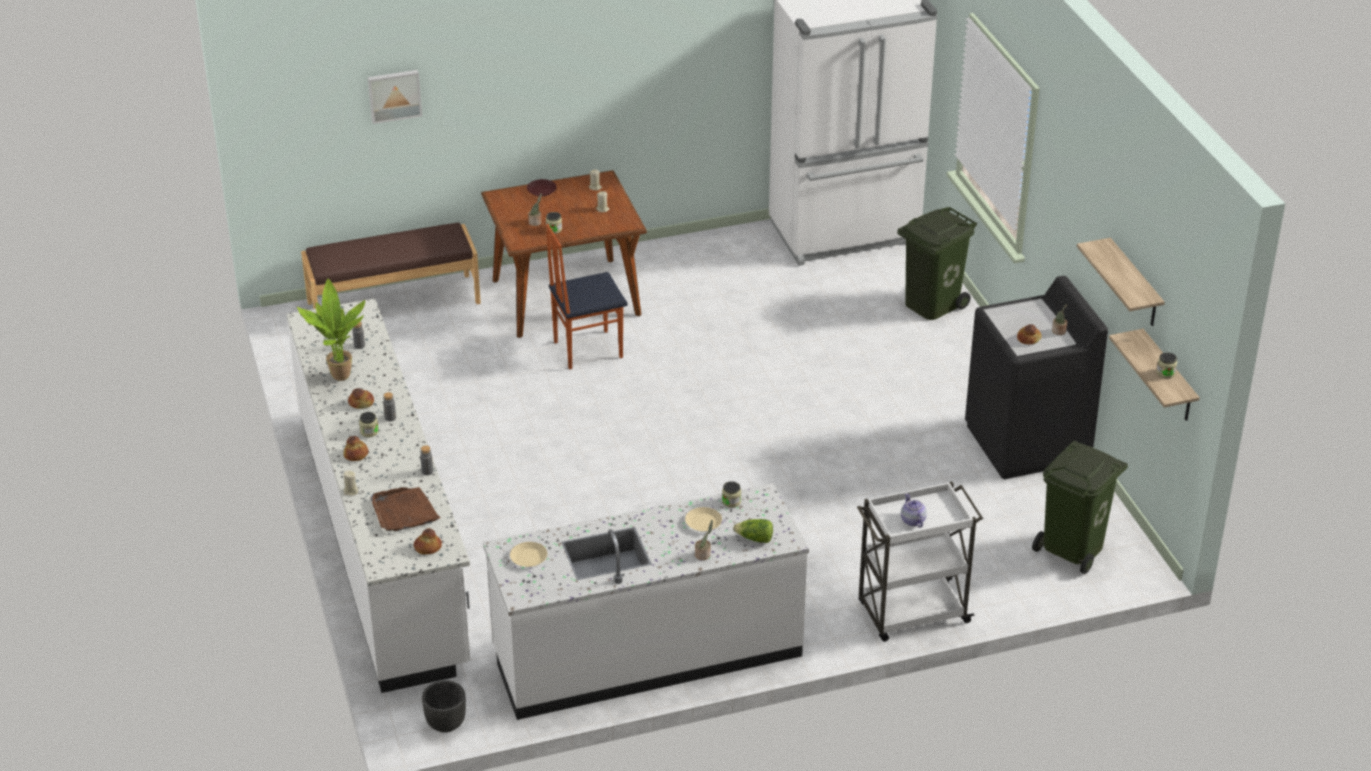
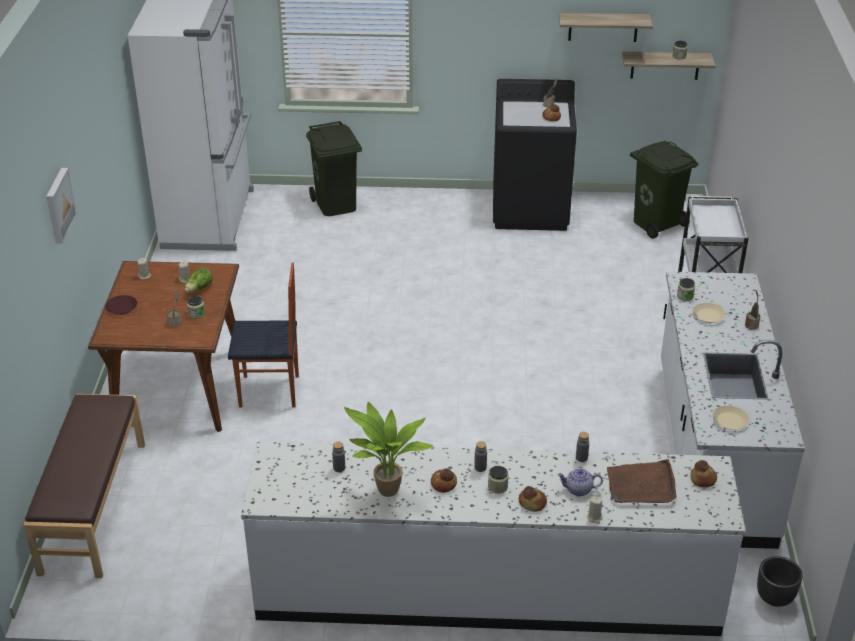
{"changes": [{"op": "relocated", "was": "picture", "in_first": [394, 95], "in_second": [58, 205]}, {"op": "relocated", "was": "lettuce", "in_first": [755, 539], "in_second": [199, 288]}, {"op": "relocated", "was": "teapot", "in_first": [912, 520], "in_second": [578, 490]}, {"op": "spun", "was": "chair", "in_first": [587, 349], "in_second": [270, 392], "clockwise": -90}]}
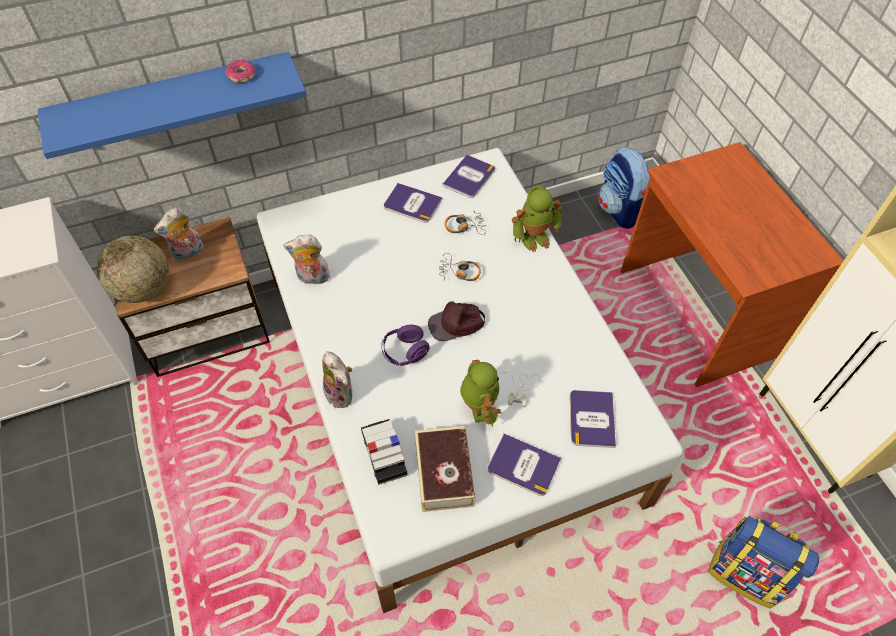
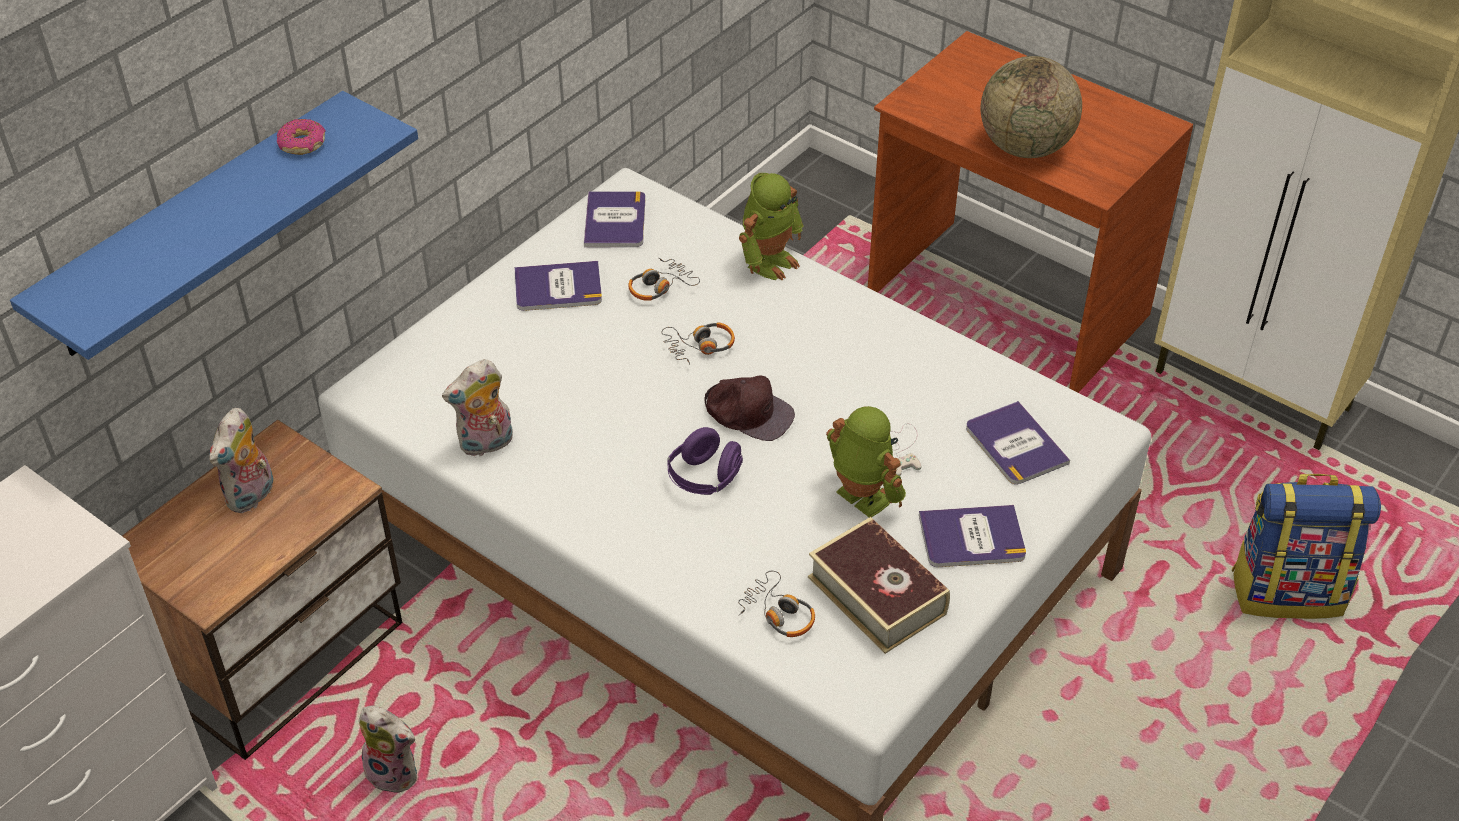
{"changes": [{"op": "missing", "was": "backpack", "in_first": [620, 210]}, {"op": "relocated", "was": "globe", "in_first": [144, 289], "in_second": [1025, 147]}, {"op": "relocated", "was": "plush toy", "in_first": [342, 394], "in_second": [395, 773]}, {"op": "exchanged", "was": "toy car", "now": "headphones", "in_first": [384, 454], "in_second": [778, 613]}, {"op": "spun", "was": "cap in brown", "in_first": [456, 324], "in_second": [748, 412], "clockwise": -105}]}
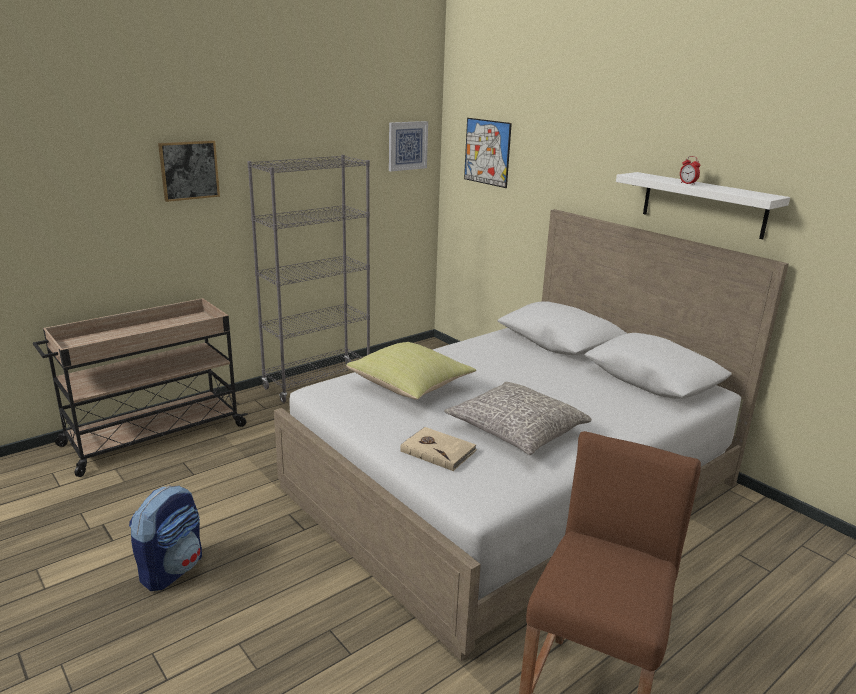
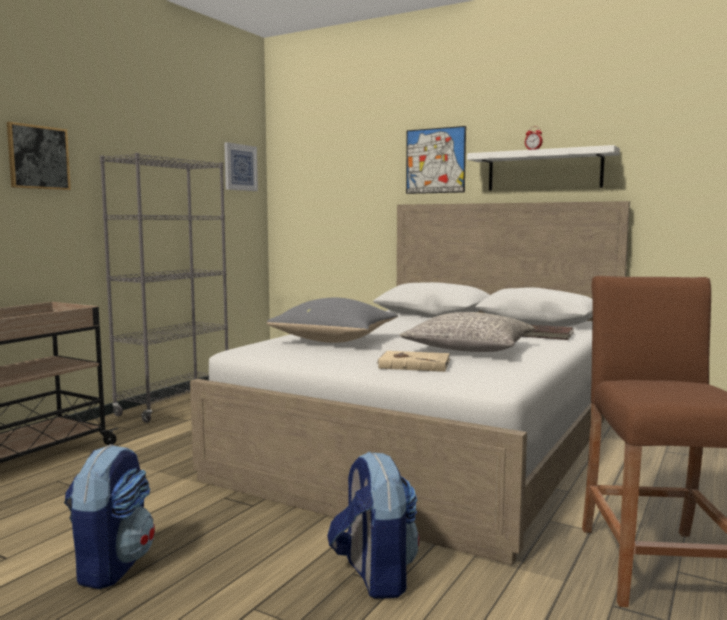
{"changes": [{"op": "appeared", "now": "backpack", "in_second": [374, 576]}, {"op": "appeared", "now": "book in brown", "in_second": [543, 335]}, {"op": "relocated", "was": "picture", "in_first": [487, 152], "in_second": [435, 161]}, {"op": "colour", "was": "pillow in yellow", "now": "pillow in grey", "in_first": [411, 387], "in_second": [336, 341]}]}
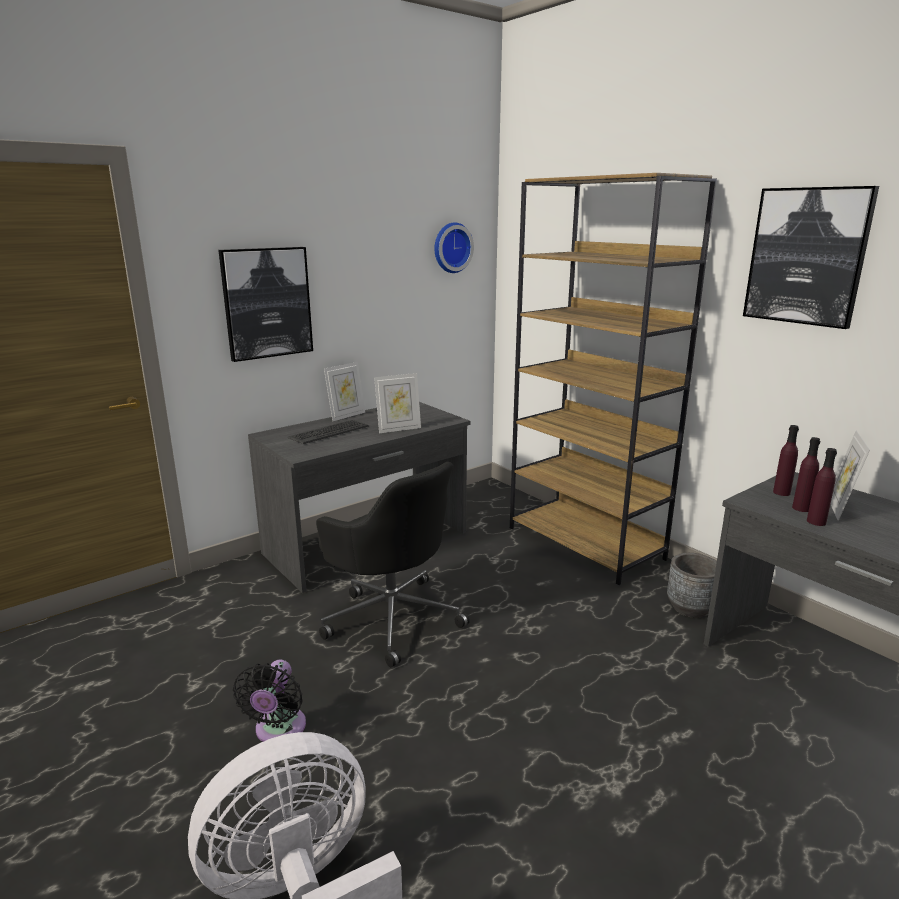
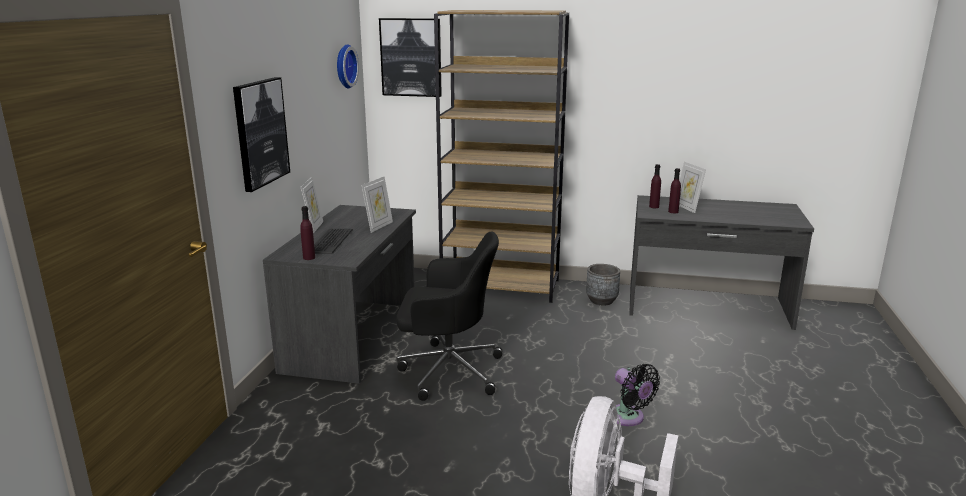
{"changes": [{"op": "relocated", "was": "fan in black", "in_first": [278, 730], "in_second": [628, 418]}, {"op": "relocated", "was": "picture", "in_first": [807, 256], "in_second": [411, 57]}, {"op": "relocated", "was": "bottle in purple", "in_first": [816, 522], "in_second": [309, 258]}]}
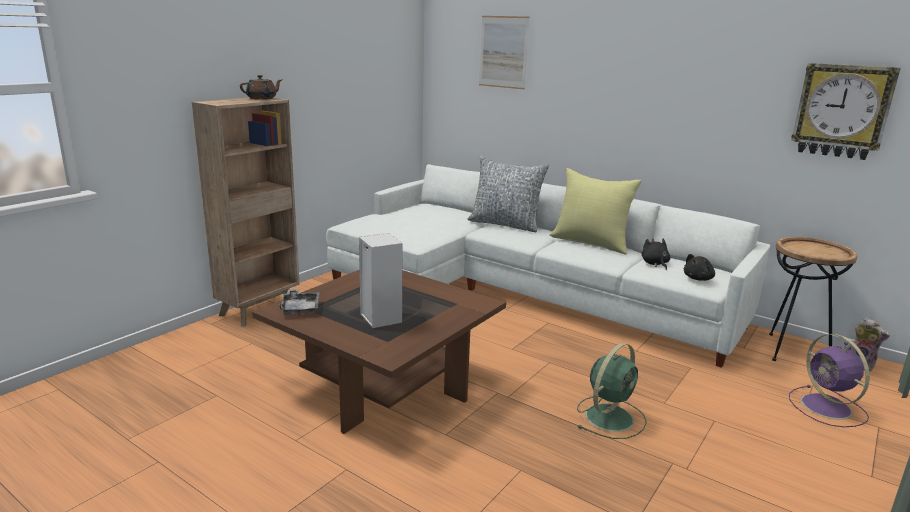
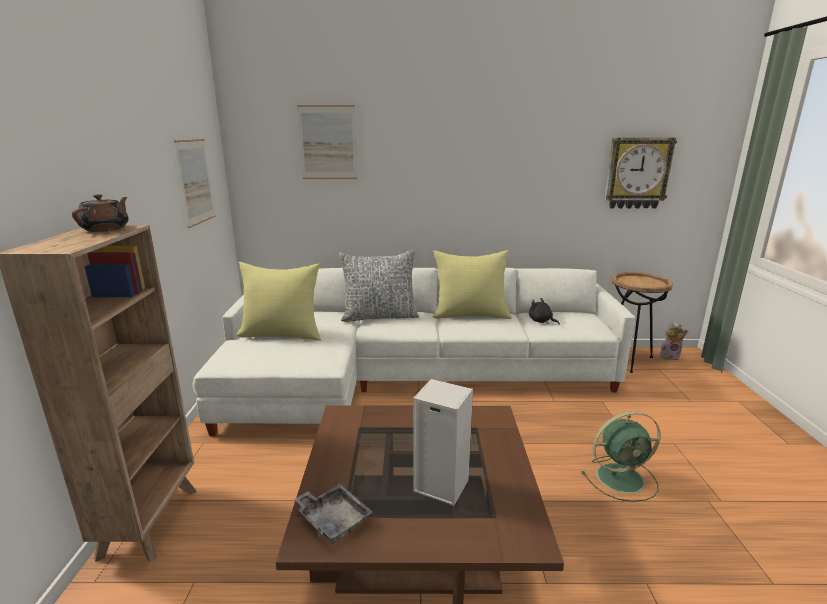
{"changes": [{"op": "missing", "was": "plush toy in black", "in_first": [698, 279]}, {"op": "missing", "was": "fan in purple", "in_first": [827, 408]}, {"op": "appeared", "now": "picture", "in_second": [195, 181]}, {"op": "appeared", "now": "pillow in yellow", "in_second": [282, 334]}, {"op": "spun", "was": "fan in green", "in_first": [610, 417], "in_second": [622, 478], "clockwise": 75}]}
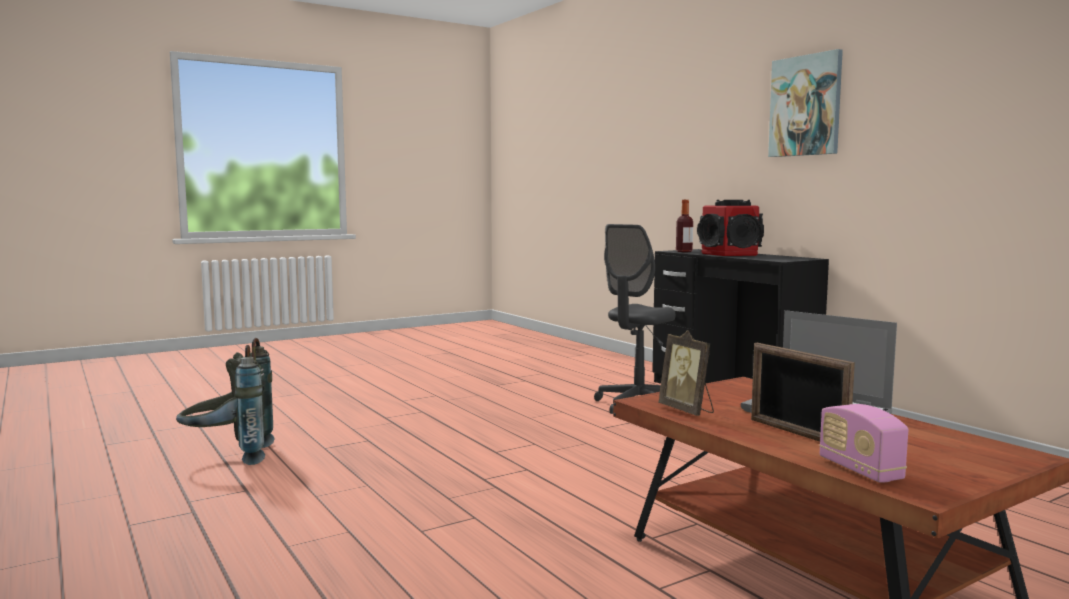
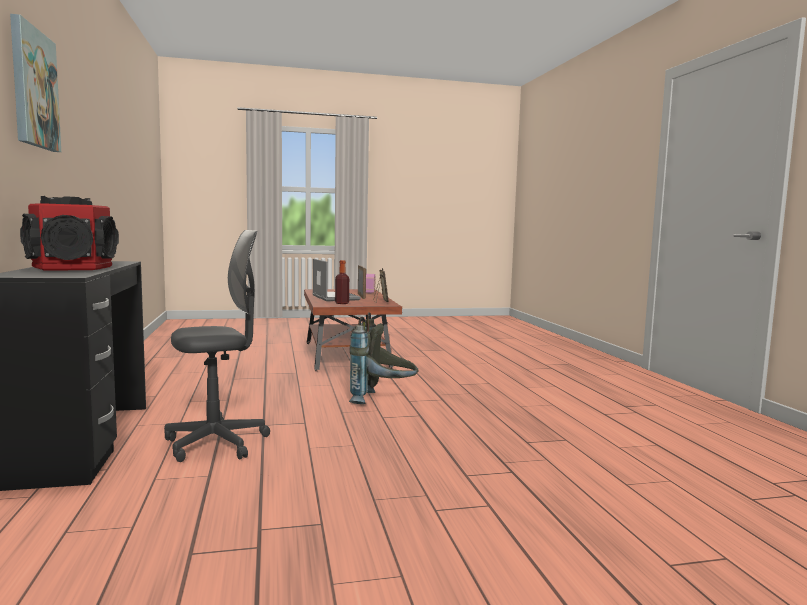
{"changes": [{"op": "relocated", "was": "backpack in grey", "in_first": [229, 456], "in_second": [383, 400]}, {"op": "relocated", "was": "bottle", "in_first": [684, 251], "in_second": [342, 303]}]}
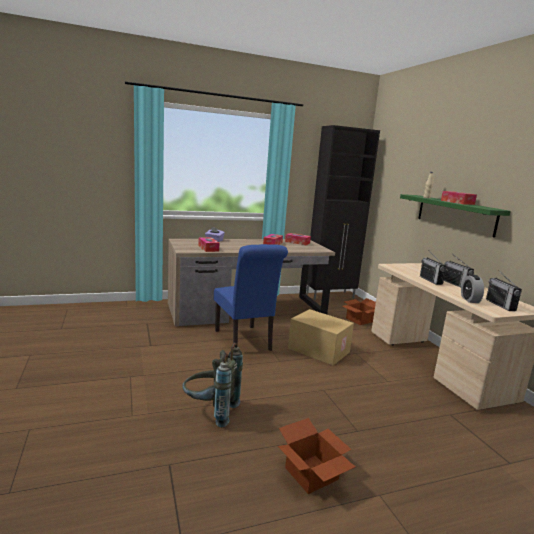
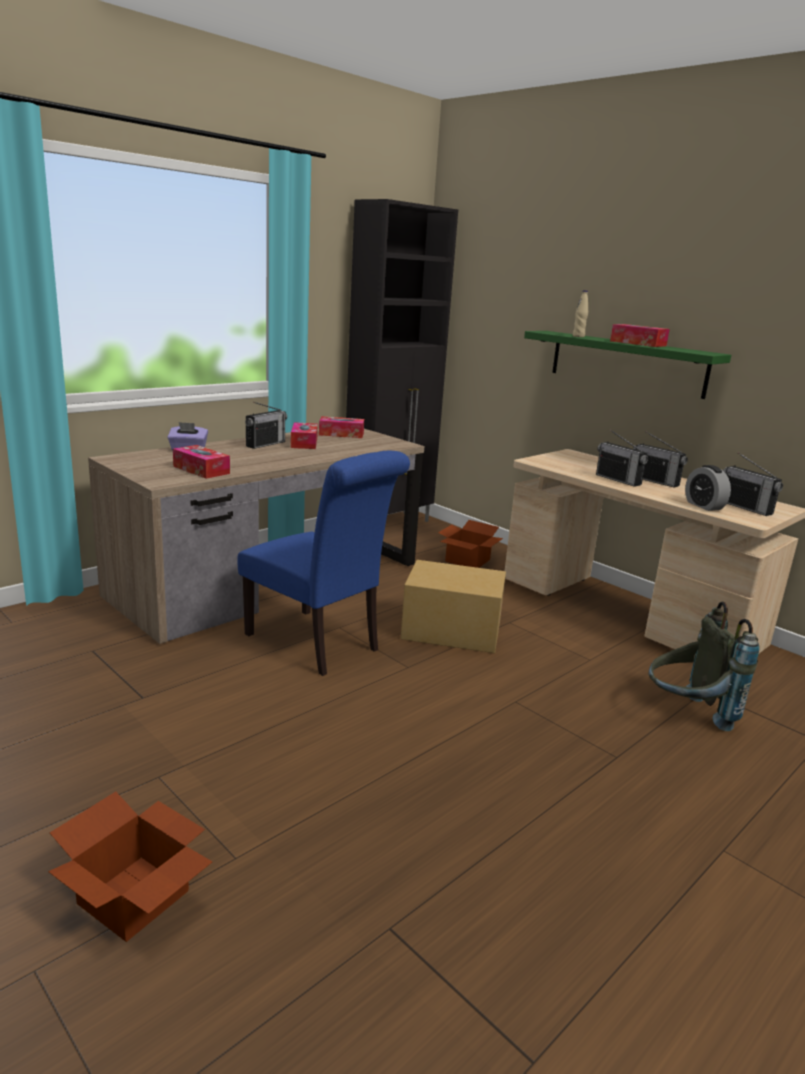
{"changes": [{"op": "appeared", "now": "radio", "in_second": [265, 444]}, {"op": "relocated", "was": "backpack in grey", "in_first": [210, 412], "in_second": [686, 715]}, {"op": "relocated", "was": "cardboard box", "in_first": [311, 475], "in_second": [134, 899]}]}
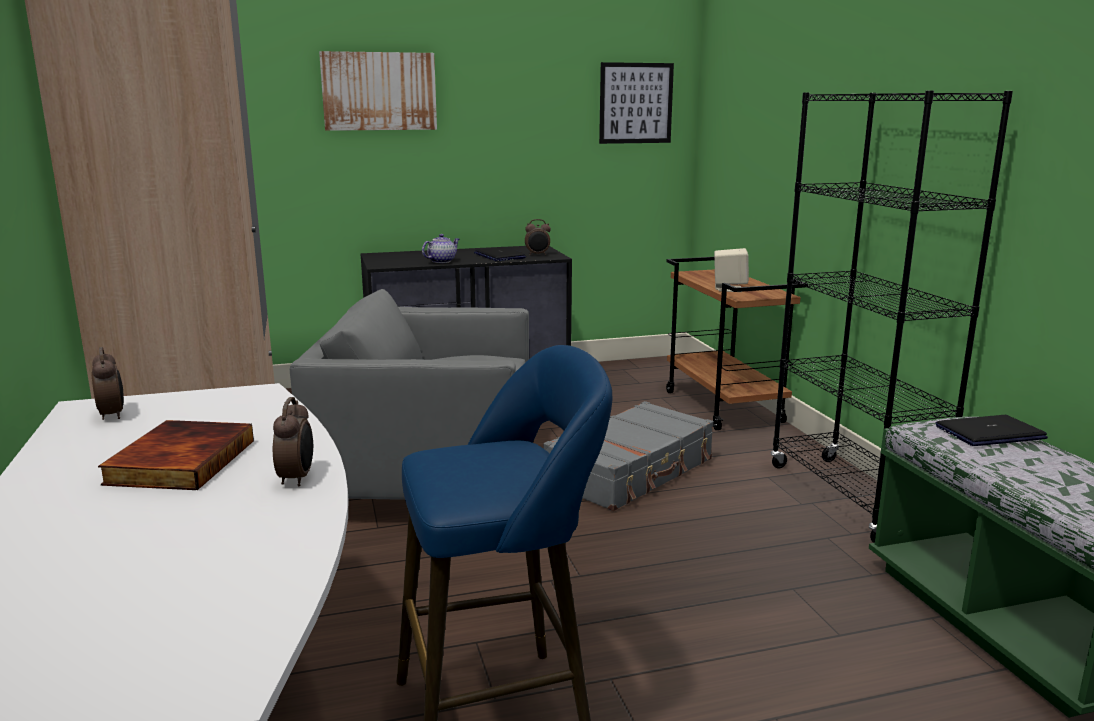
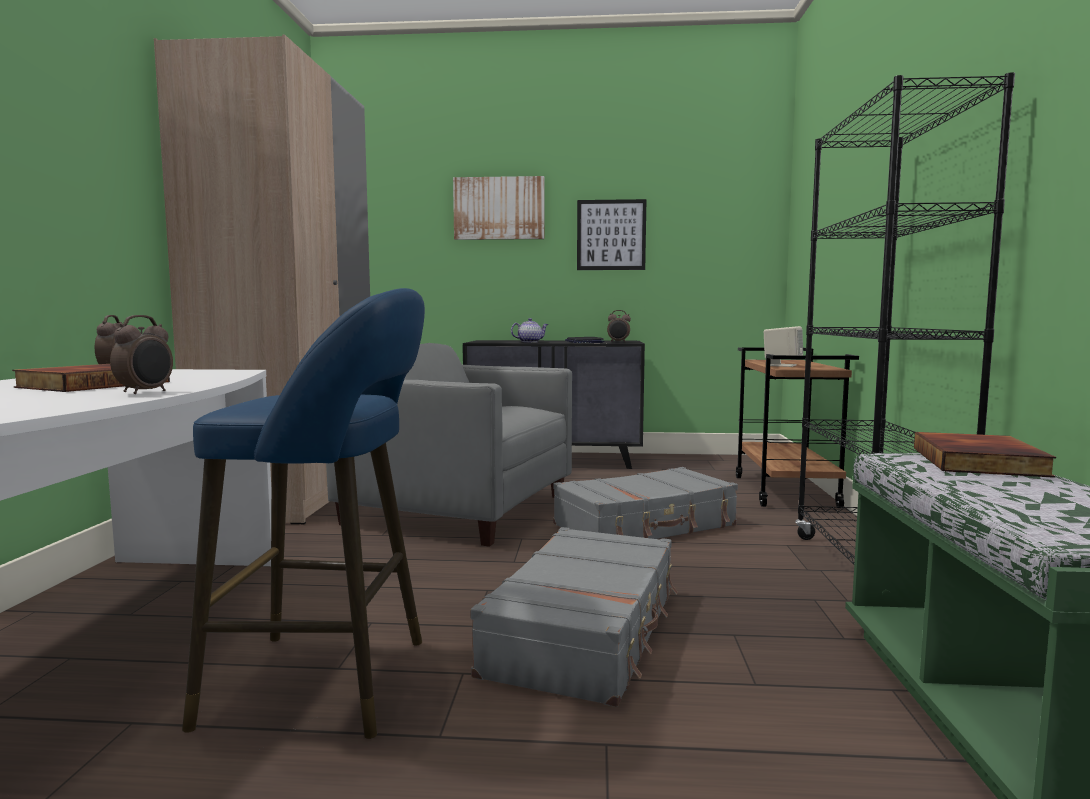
{"changes": [{"op": "appeared", "now": "suitcase in grey", "in_second": [586, 631]}, {"op": "relocated", "was": "picture", "in_first": [636, 103], "in_second": [611, 235]}, {"op": "exchanged", "was": "laptop", "now": "book", "in_first": [989, 433], "in_second": [981, 462]}]}
